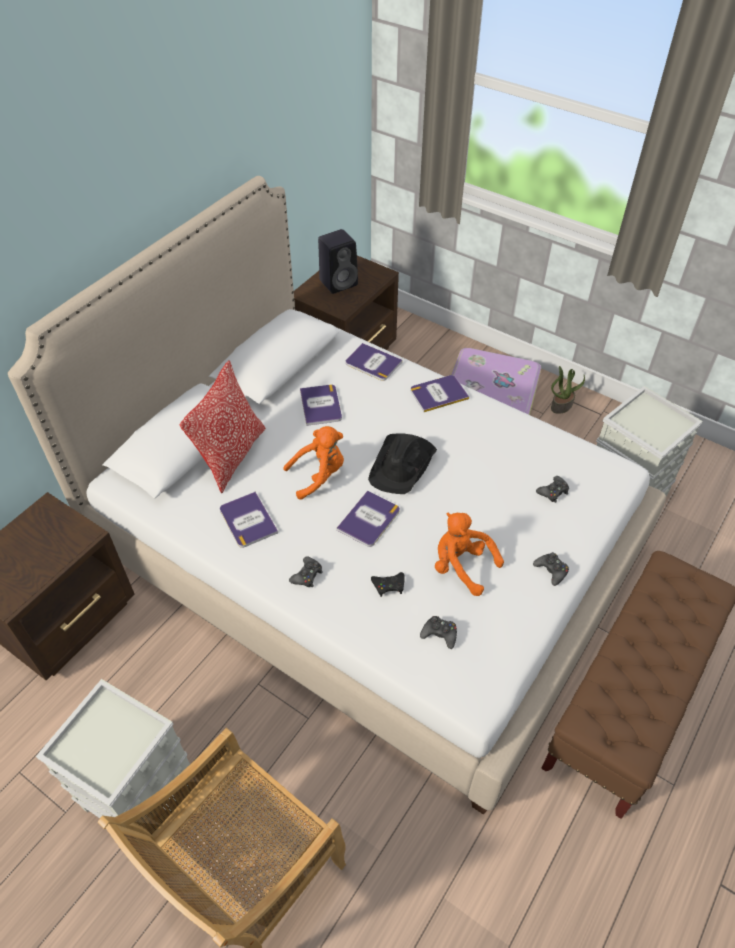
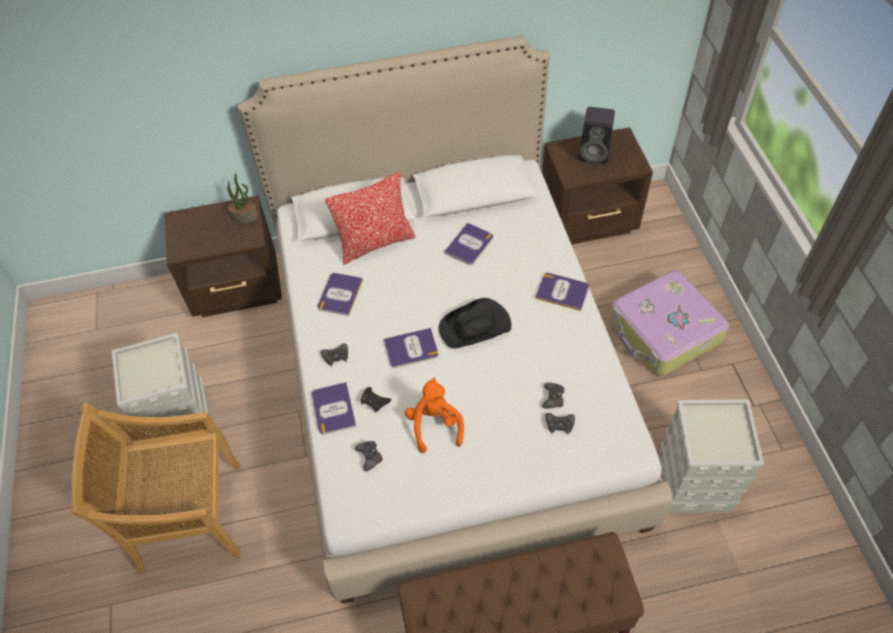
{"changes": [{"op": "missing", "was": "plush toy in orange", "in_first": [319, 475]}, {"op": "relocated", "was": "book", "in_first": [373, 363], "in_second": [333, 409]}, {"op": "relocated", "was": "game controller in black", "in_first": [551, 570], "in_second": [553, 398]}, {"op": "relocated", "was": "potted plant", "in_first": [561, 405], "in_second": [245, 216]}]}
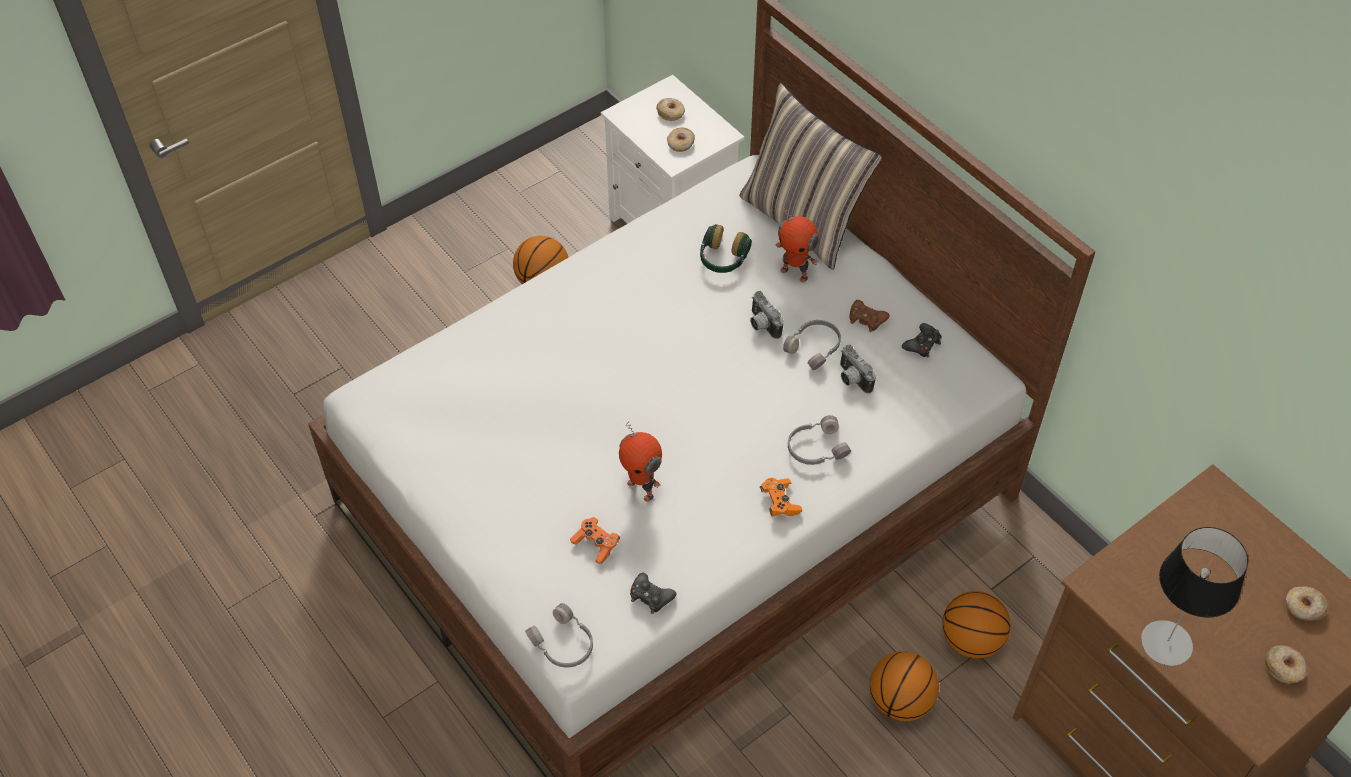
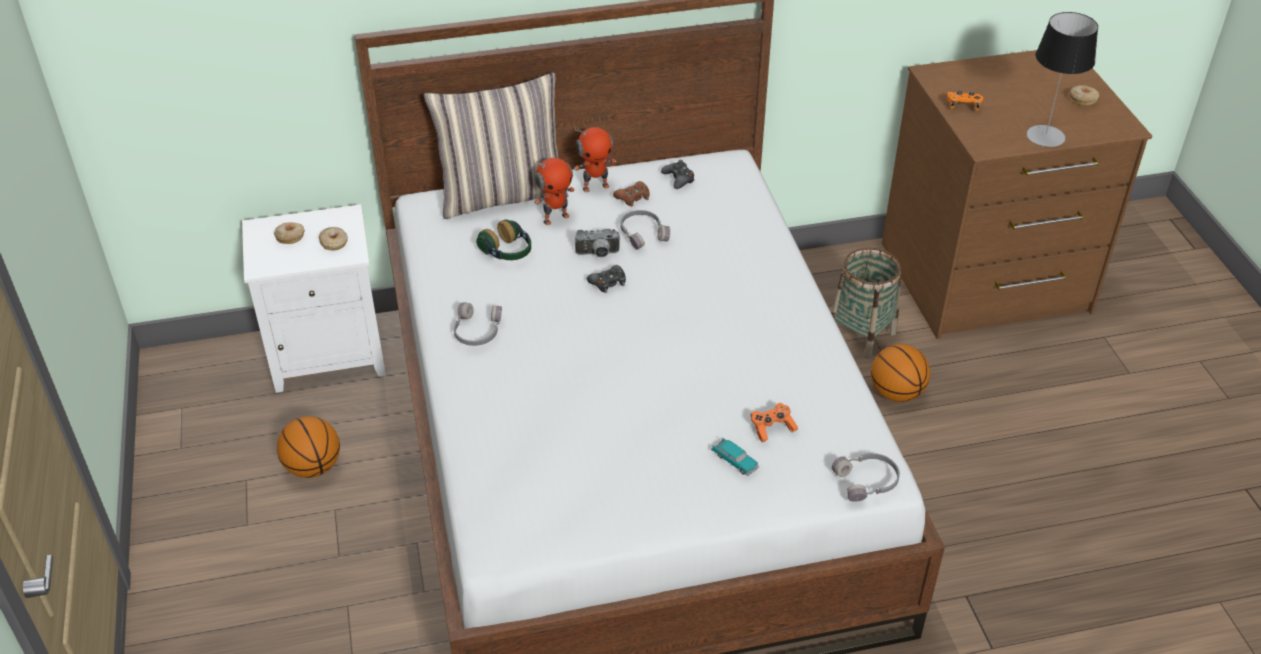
{"changes": [{"op": "missing", "was": "photo camera", "in_first": [851, 379]}, {"op": "missing", "was": "donut", "in_first": [1303, 607]}, {"op": "appeared", "now": "toy car", "in_second": [734, 460]}, {"op": "relocated", "was": "toy robot", "in_first": [642, 488], "in_second": [595, 186]}, {"op": "relocated", "was": "game controller in black", "in_first": [650, 596], "in_second": [608, 282]}, {"op": "relocated", "was": "game controller in orange", "in_first": [780, 502], "in_second": [963, 105]}, {"op": "relocated", "was": "headphones in grey", "in_first": [815, 447], "in_second": [476, 331]}, {"op": "exchanged", "was": "basketball", "now": "basket", "in_first": [970, 639], "in_second": [861, 335]}]}
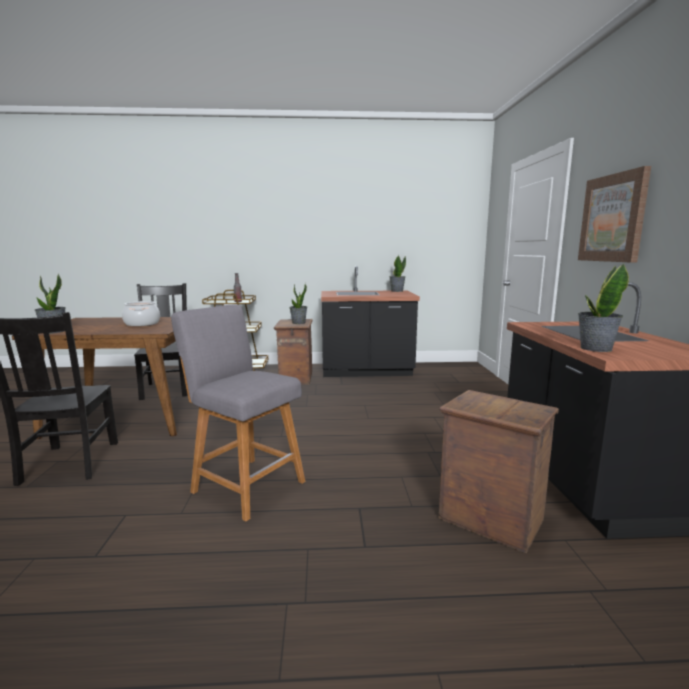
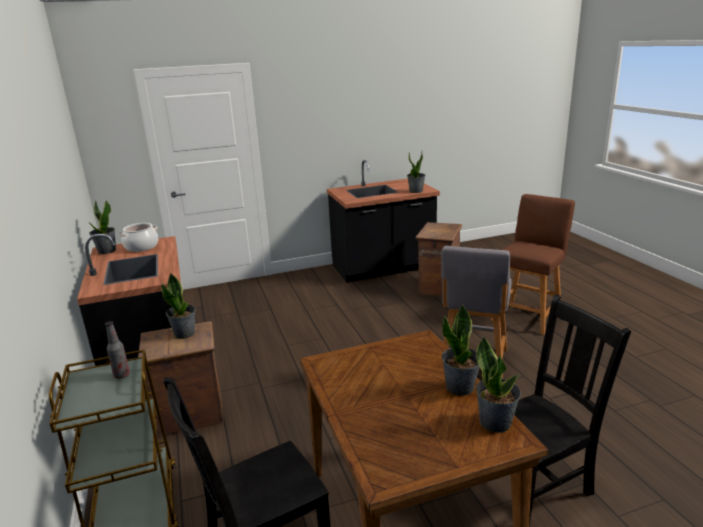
{"changes": [{"op": "missing", "was": "picture", "in_first": [613, 218]}, {"op": "appeared", "now": "potted plant", "in_second": [460, 387]}, {"op": "appeared", "now": "stool in brown", "in_second": [528, 315]}, {"op": "relocated", "was": "cooking pot", "in_first": [142, 324], "in_second": [141, 247]}]}
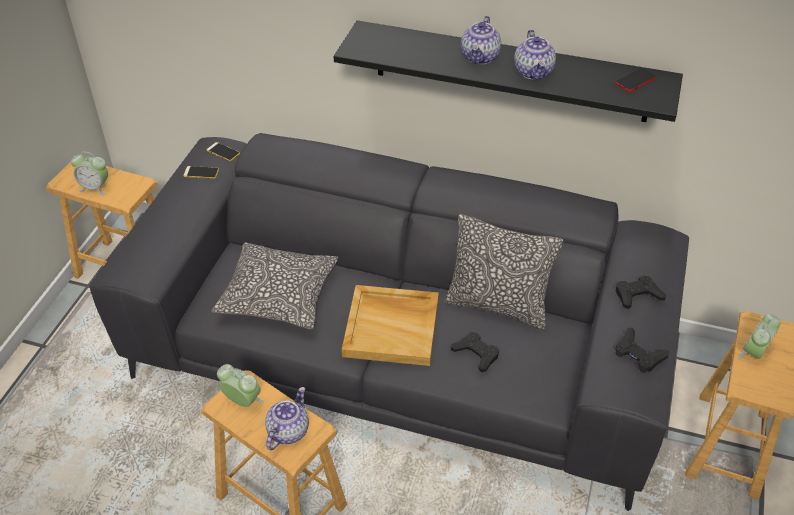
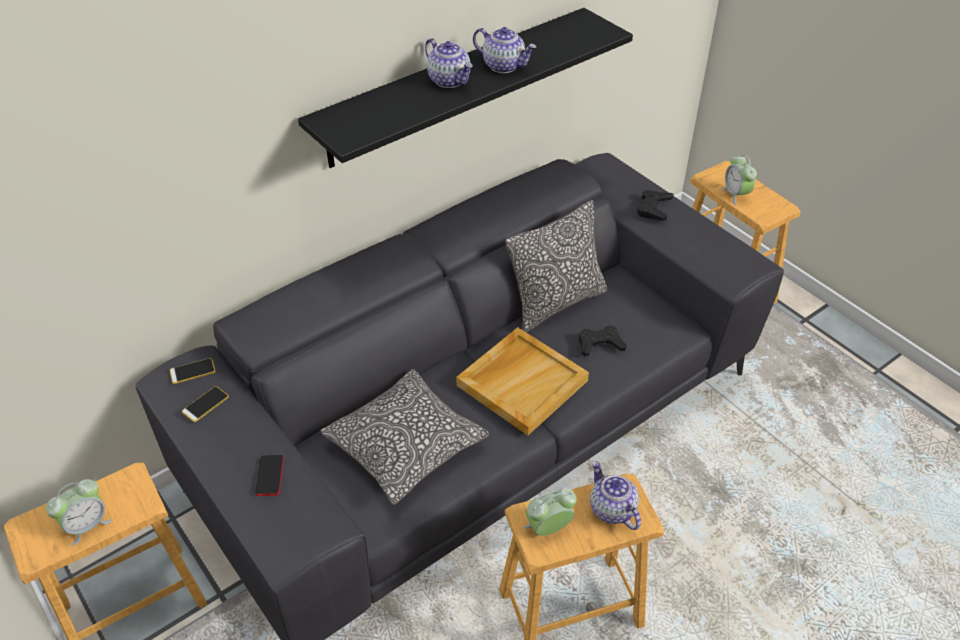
{"changes": [{"op": "missing", "was": "game controller in black", "in_first": [638, 354]}, {"op": "relocated", "was": "phone", "in_first": [635, 81], "in_second": [269, 476]}]}
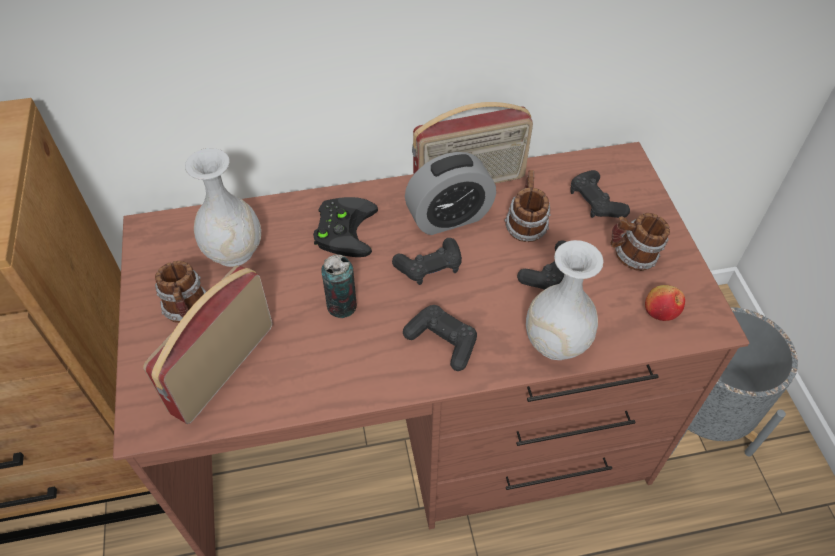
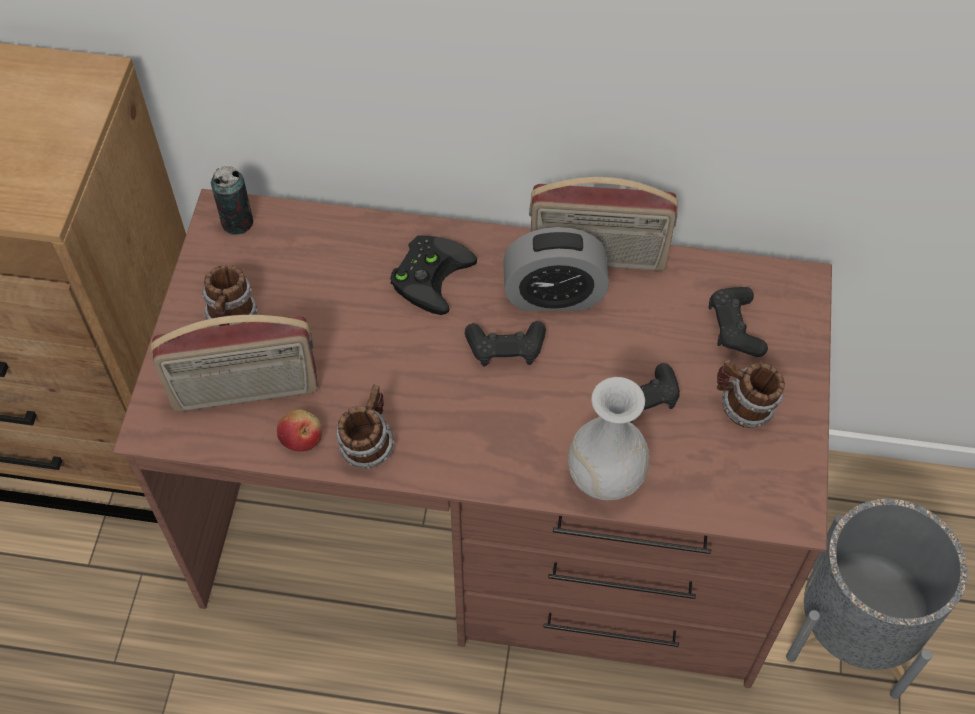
{"changes": [{"op": "missing", "was": "vase in white", "in_first": [235, 251]}, {"op": "missing", "was": "game controller in black", "in_first": [442, 341]}, {"op": "relocated", "was": "can", "in_first": [342, 306], "in_second": [237, 222]}, {"op": "relocated", "was": "mug", "in_first": [525, 226], "in_second": [368, 445]}, {"op": "relocated", "was": "apple", "in_first": [660, 311], "in_second": [301, 438]}, {"op": "spun", "was": "radio", "in_first": [221, 367], "in_second": [245, 392], "clockwise": -150}]}
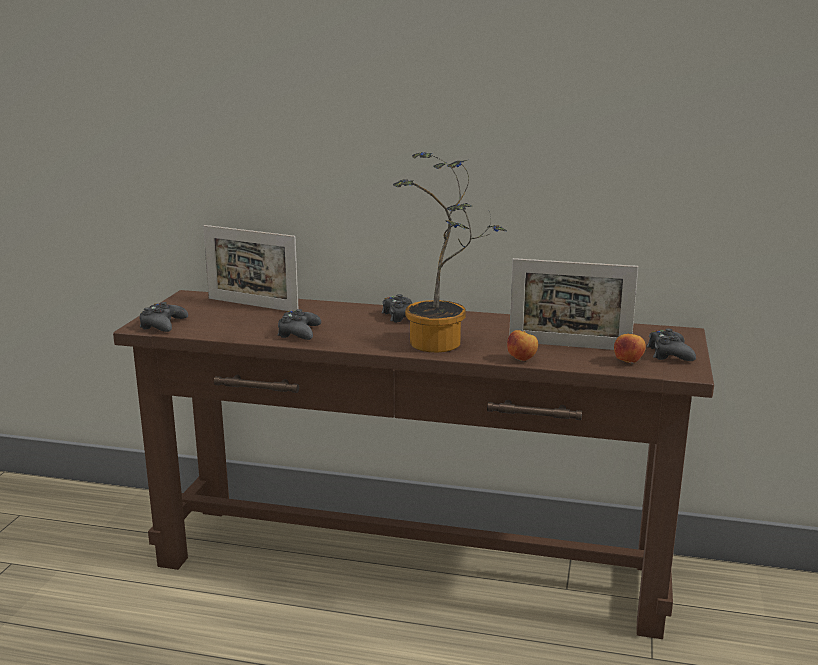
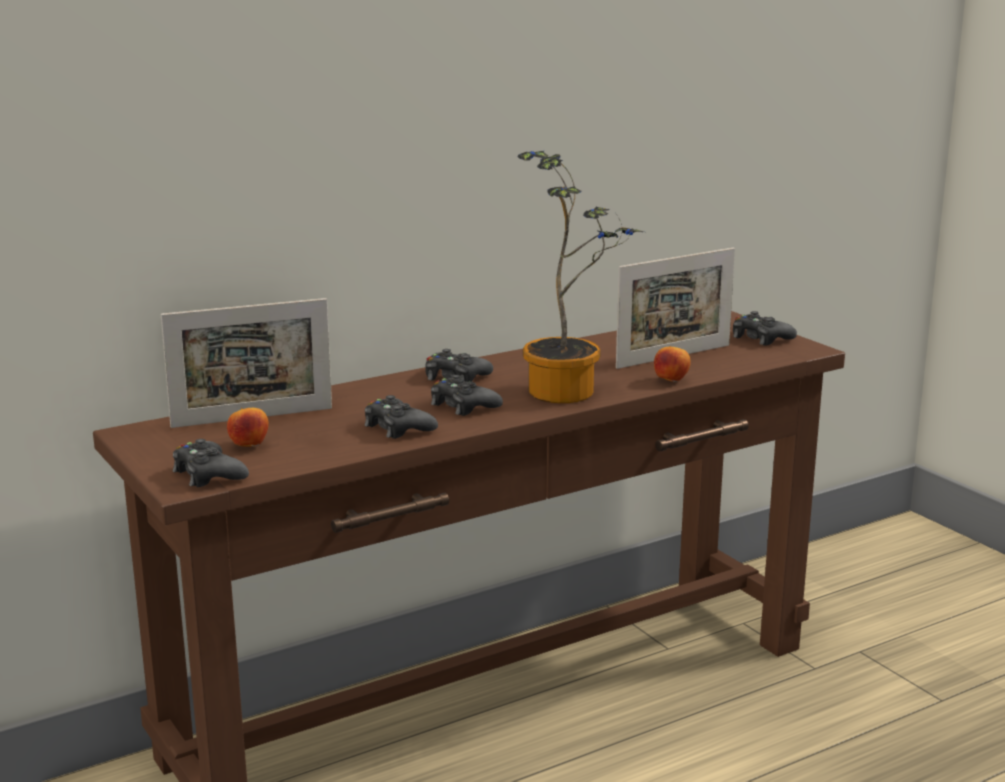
{"changes": [{"op": "appeared", "now": "game controller in black", "in_second": [463, 406]}, {"op": "relocated", "was": "apple", "in_first": [628, 362], "in_second": [249, 446]}]}
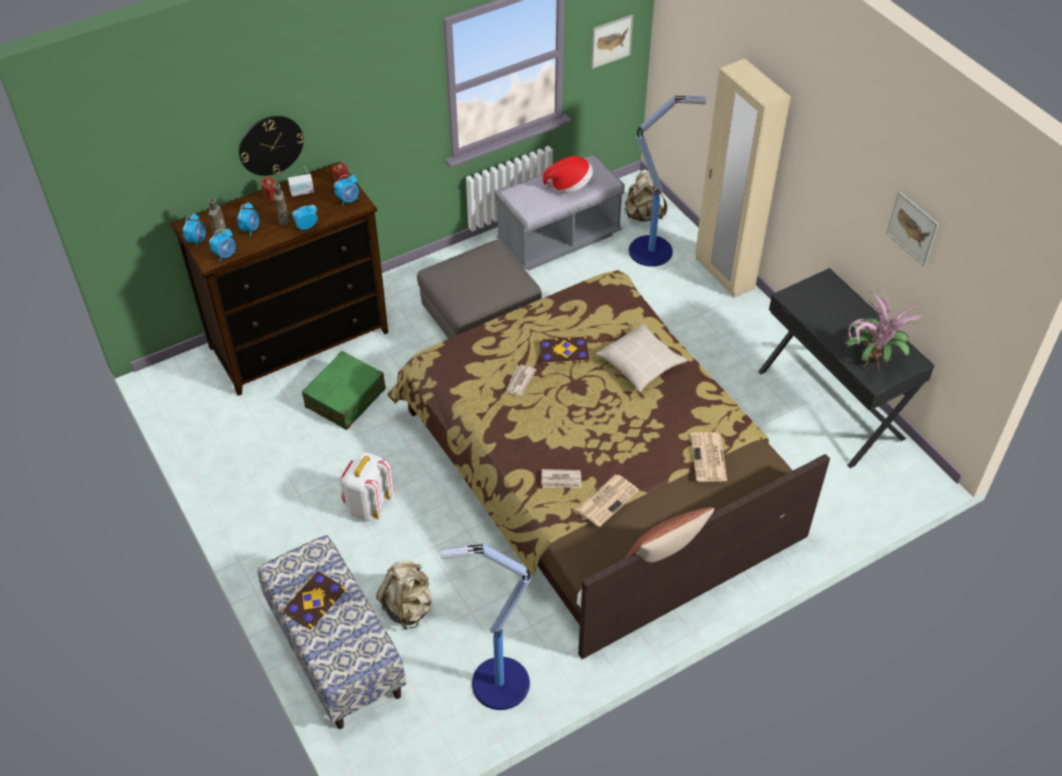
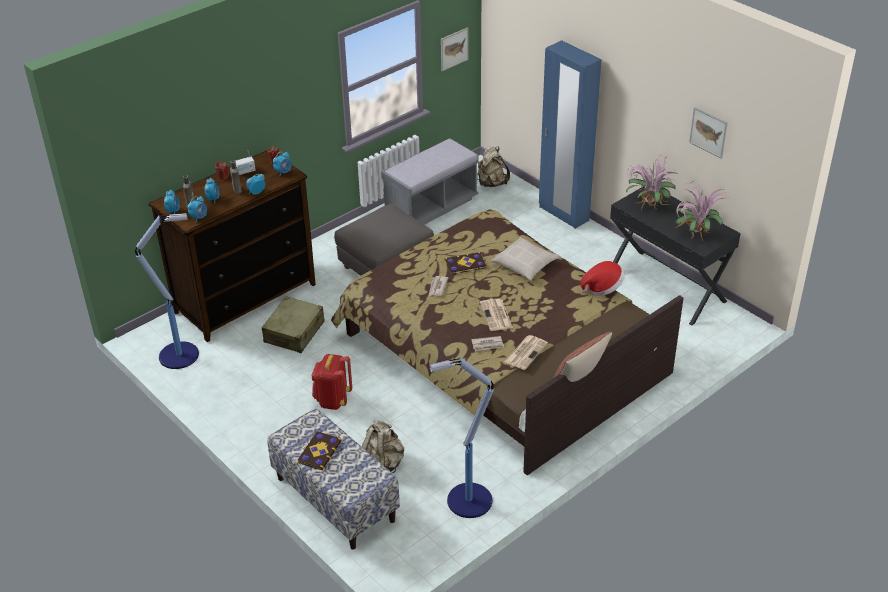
{"changes": [{"op": "missing", "was": "wall clock", "in_first": [270, 145]}, {"op": "appeared", "now": "potted plant", "in_second": [648, 206]}, {"op": "relocated", "was": "hat", "in_first": [569, 186], "in_second": [602, 288]}, {"op": "relocated", "was": "floor lamp", "in_first": [652, 251], "in_second": [180, 355]}, {"op": "relocated", "was": "newspaper", "in_first": [709, 458], "in_second": [496, 315]}, {"op": "colour", "was": "suitcase in green", "now": "suitcase in beige", "in_first": [346, 398], "in_second": [294, 332]}, {"op": "colour", "was": "backpack in white", "now": "backpack in red", "in_first": [368, 505], "in_second": [333, 400]}, {"op": "colour", "was": "wardrobe in beige", "now": "wardrobe in blue", "in_first": [724, 274], "in_second": [563, 214]}]}
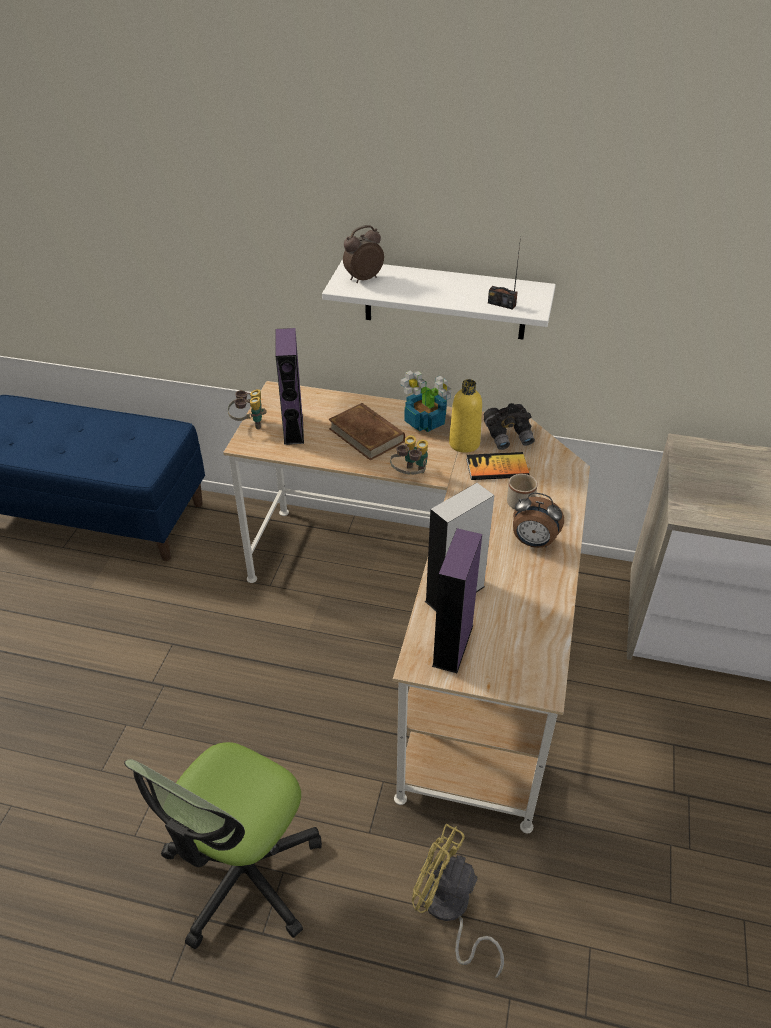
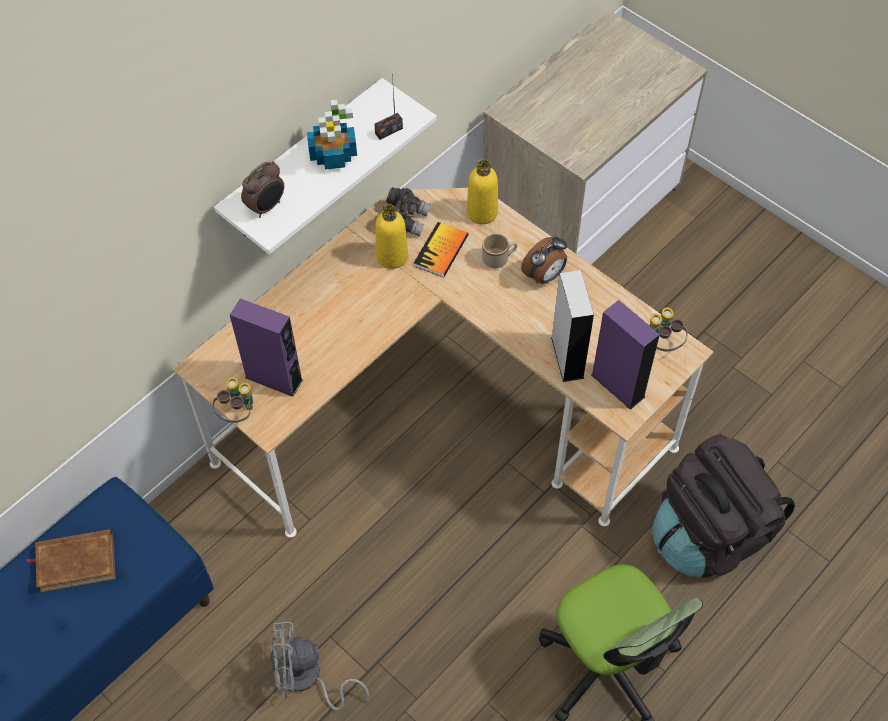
{"changes": [{"op": "appeared", "now": "fan in grey", "in_second": [307, 679]}, {"op": "appeared", "now": "bottle in yellow", "in_second": [482, 212]}, {"op": "relocated", "was": "book in brown", "in_first": [366, 435], "in_second": [76, 562]}, {"op": "relocated", "was": "binoculars", "in_first": [410, 475], "in_second": [663, 343]}, {"op": "relocated", "was": "potted plant", "in_first": [426, 422], "in_second": [334, 154]}, {"op": "exchanged", "was": "fan in yellow", "now": "backpack in black", "in_first": [448, 910], "in_second": [710, 534]}, {"op": "spun", "was": "alarm clock", "in_first": [363, 279], "in_second": [267, 207], "clockwise": -135}]}
